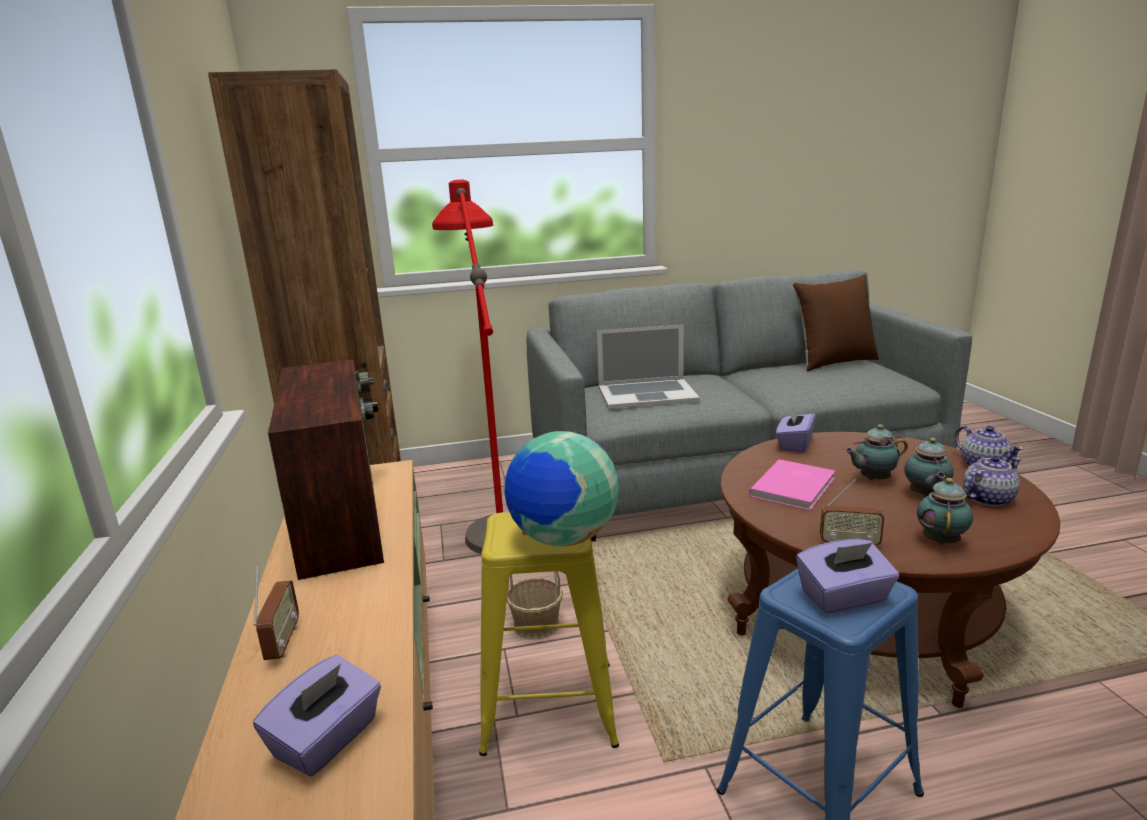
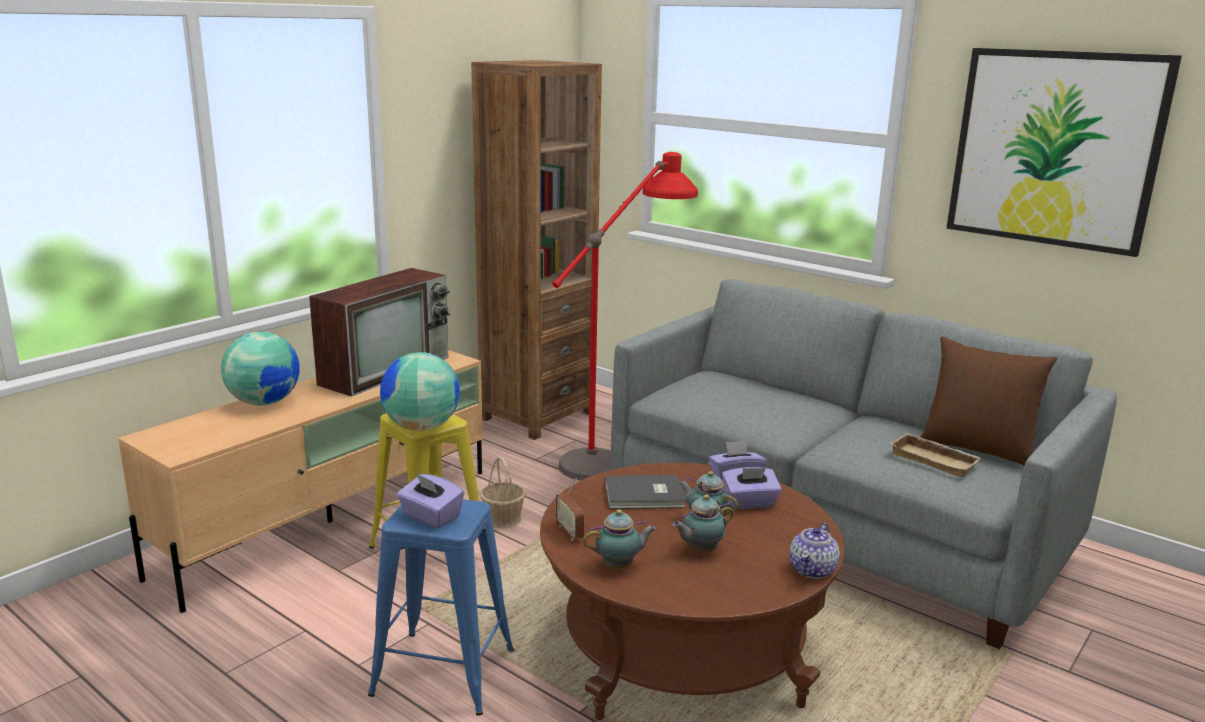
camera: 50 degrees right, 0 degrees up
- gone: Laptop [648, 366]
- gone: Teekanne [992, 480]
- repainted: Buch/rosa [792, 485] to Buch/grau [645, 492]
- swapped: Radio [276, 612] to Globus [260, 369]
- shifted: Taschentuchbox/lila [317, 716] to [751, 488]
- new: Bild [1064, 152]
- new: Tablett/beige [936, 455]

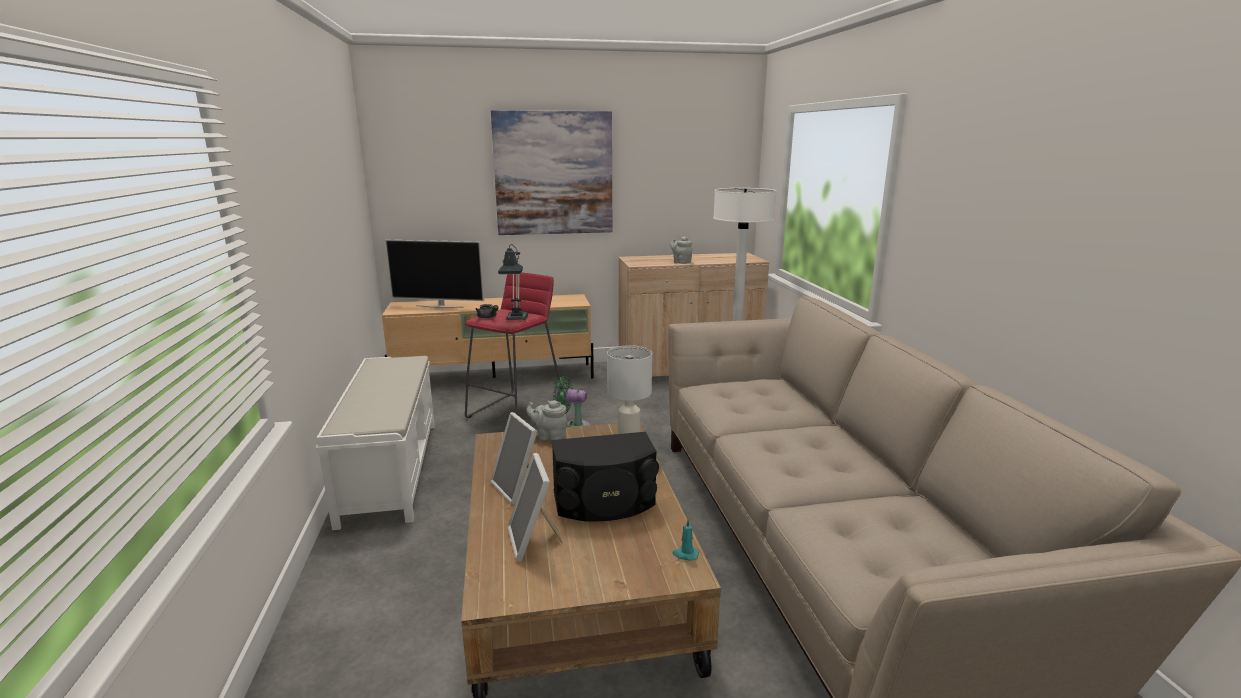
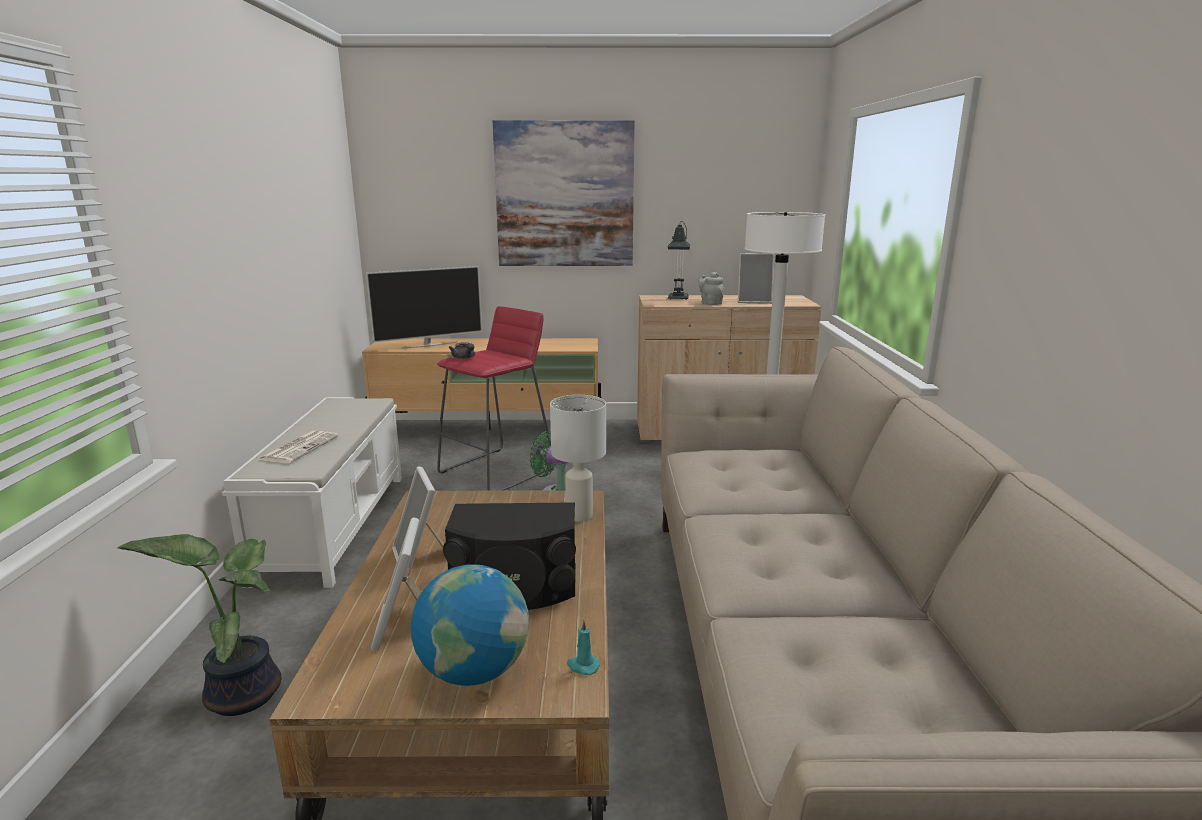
camera: 10 degrees right, 0 degrees up
- rotated: Fernseher [434, 274] = [424, 307] 45 degrees counterclockwise
- shifted: Tischlampe [513, 282] to [679, 260]
- gone: Teekanne/grau [547, 421]
- new: Bilderrahmen [756, 278]
- new: Zeitung [299, 447]
- new: Topfpflanze [199, 625]
- new: Globus [470, 625]

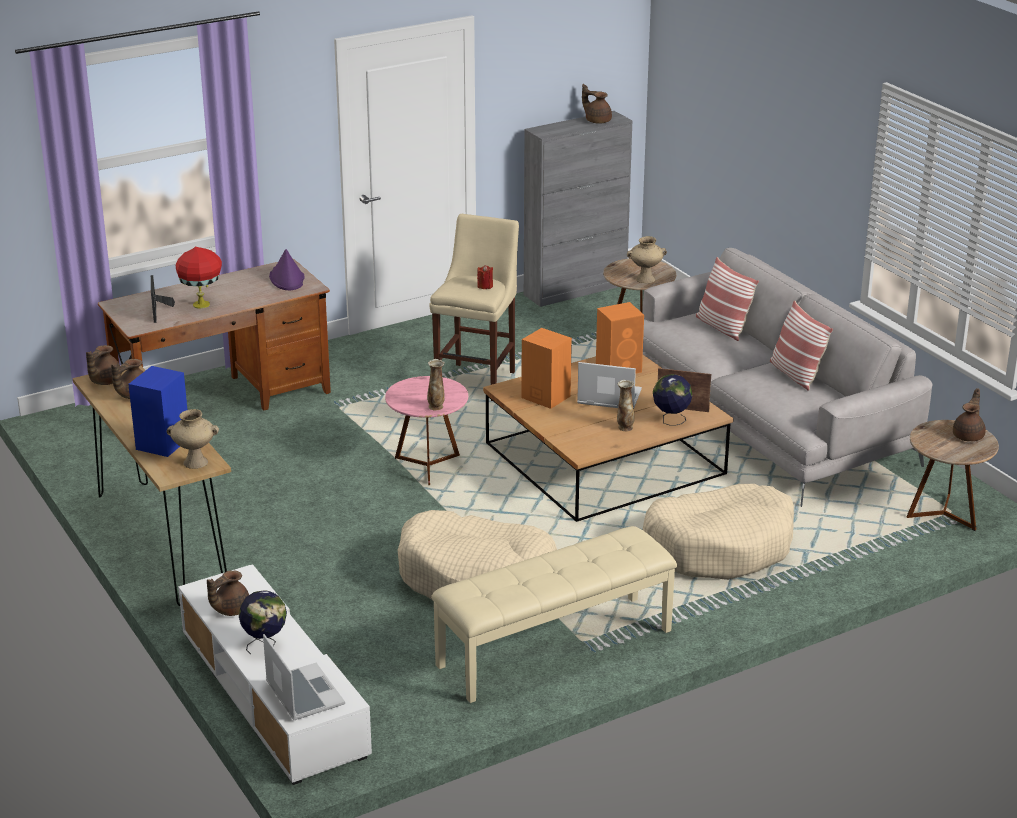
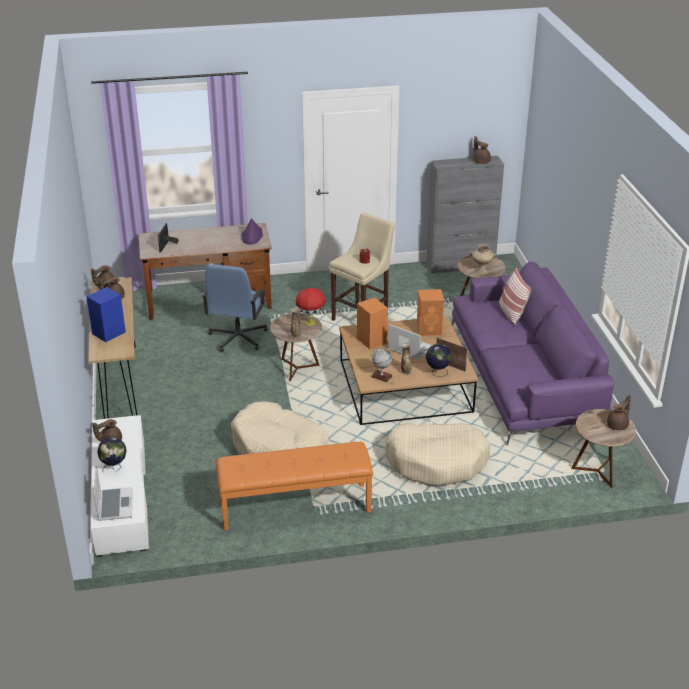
camera: 20 degrees right, 5 degrees up
- shifted: Tischlampe/rot [199, 278] to [311, 307]
- repainted: Sofa/grau [787, 377] to Sofa/lila [532, 354]
- gone: Kissen [801, 346]
- repainted: Beistelltisch/rosa [426, 430] to Beistelltisch/braun [296, 347]
- gone: Vase/beige [193, 439]
- repainted: Bank/beige [554, 614] to Bank/orange [294, 486]
- new: Bürostuhl/blau [235, 308]
- new: Globus [381, 365]

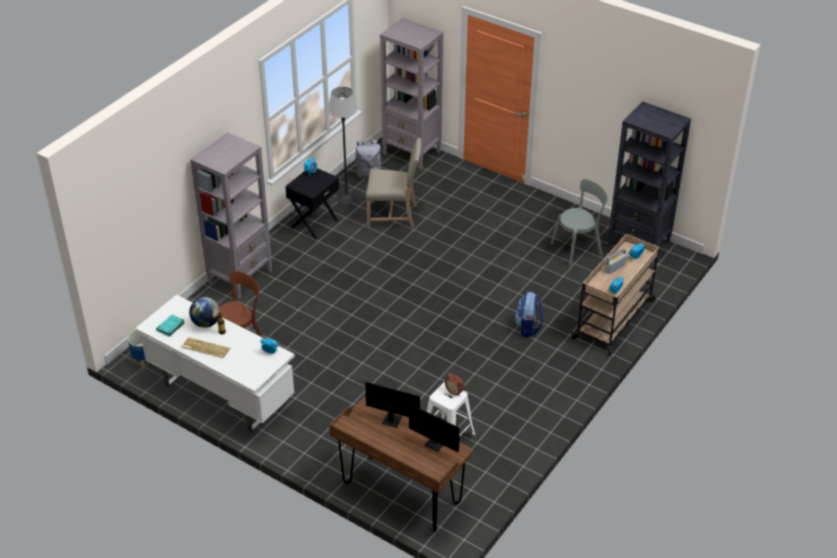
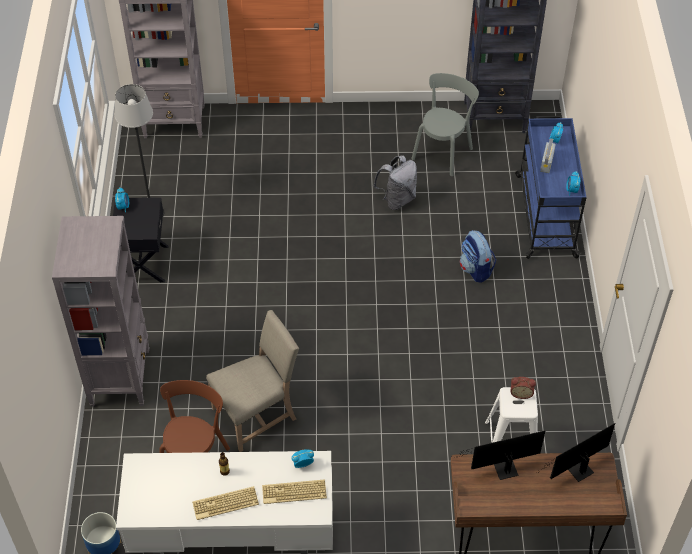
camera: 35 degrees left, 10 degrees up
- shifted: Stuhl/beige [394, 183] to [252, 381]
- shifted: Rucksack/grau [368, 159] to [395, 182]
- repainted: Rollwagen/beige [615, 294] to Rollwagen/blau [551, 187]
- gone: Globus [204, 312]
- gone: Buch/türkis [170, 325]
- rotated: Monitor [442, 428] = [579, 452] 150 degrees clockwise
- new: Tastatur [294, 491]

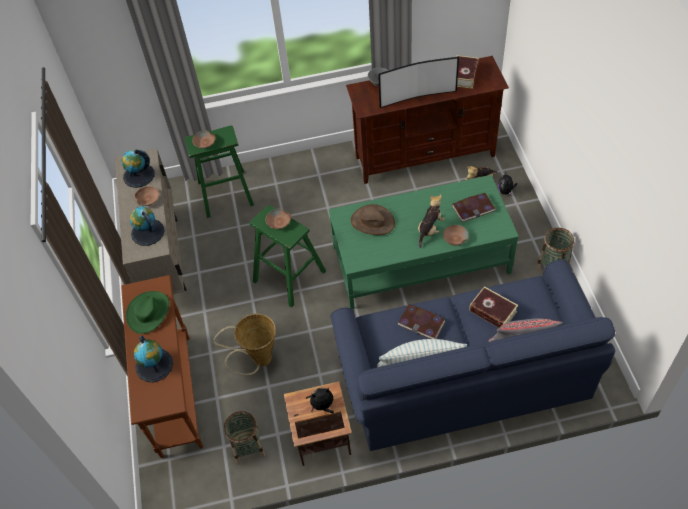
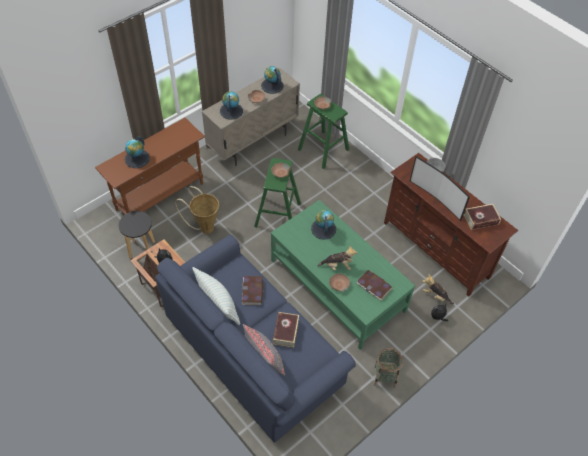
camera: 55 degrees right, 0 degrees up
- swapped: Hut/braun [373, 219] to Globus [323, 225]
- gone: Hut/grün [147, 312]
- swapped: Korb [244, 437] to Hocker/schwarz [137, 235]

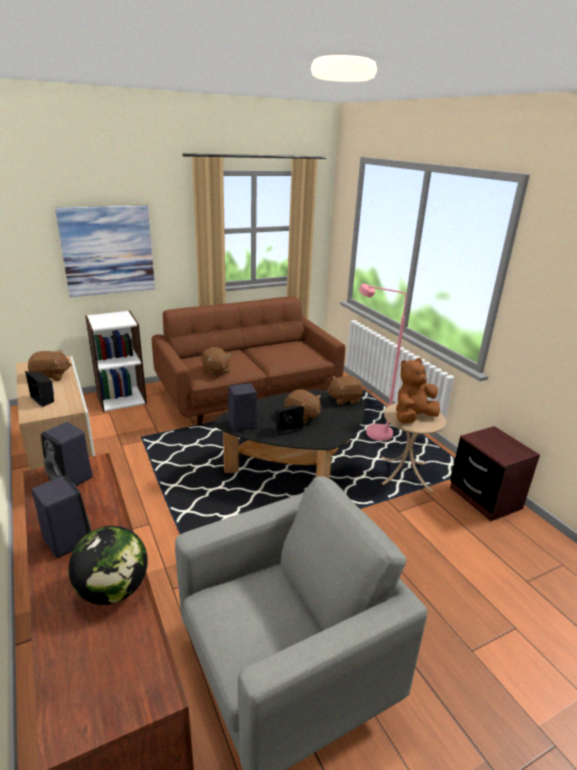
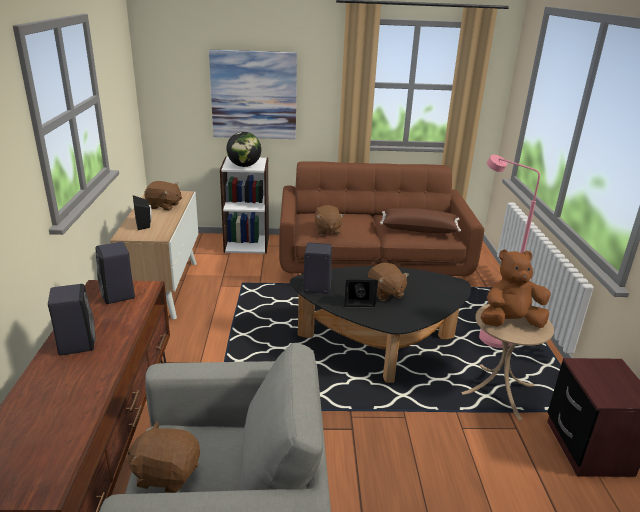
camera: 25 degrees right, 0 degrees up
- shifted: Plüschtier/braun [345, 390] to [163, 457]
- shifted: Globus [108, 565] to [243, 149]
- new: Kissen/braun [420, 220]

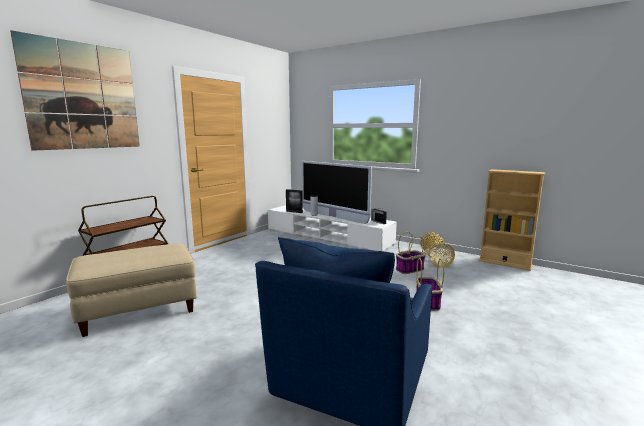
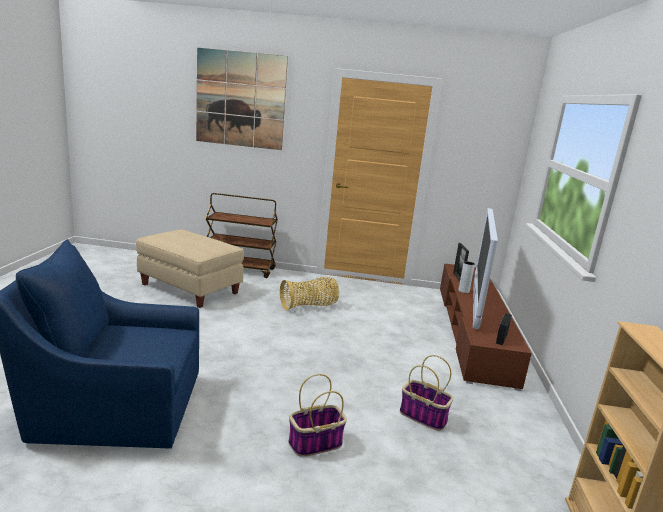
camera: 60 degrees right, 5 degrees up
- repainted: Fernsehschrank/weiß [332, 228] to Fernsehschrank/braun [486, 327]
- shifted: Korb [437, 250] to [309, 293]

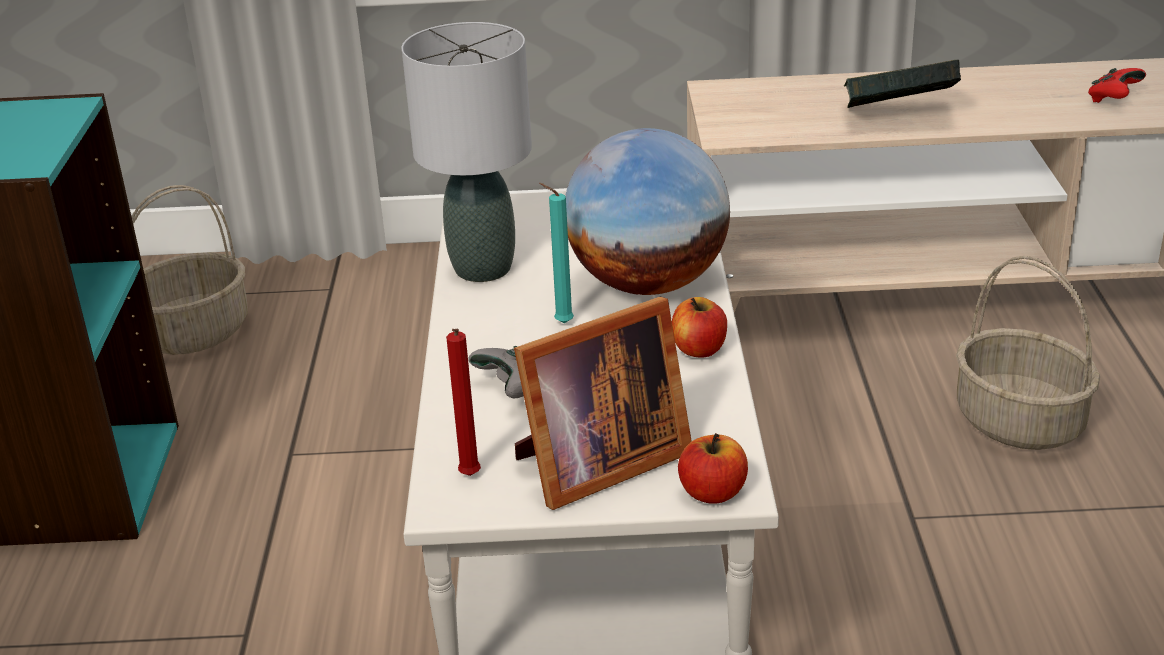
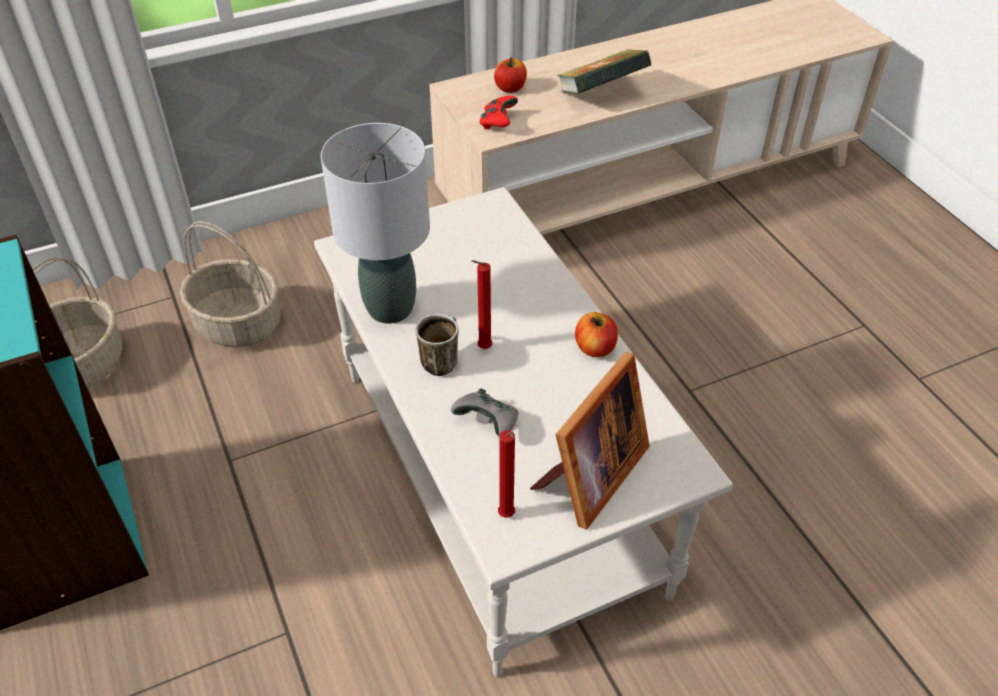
camera: 25 degrees left, 15 degrees up
- shifted: Gamepad/rot [1117, 85] to [498, 112]
- gone: Globus [647, 211]
- repainted: Kerze/türkis [556, 253] to Kerze/rot [481, 304]
- shifted: Korb [1028, 353] to [230, 284]
- shifted: Apfel [713, 468] to [510, 75]
- new: Henkelbecher [437, 345]

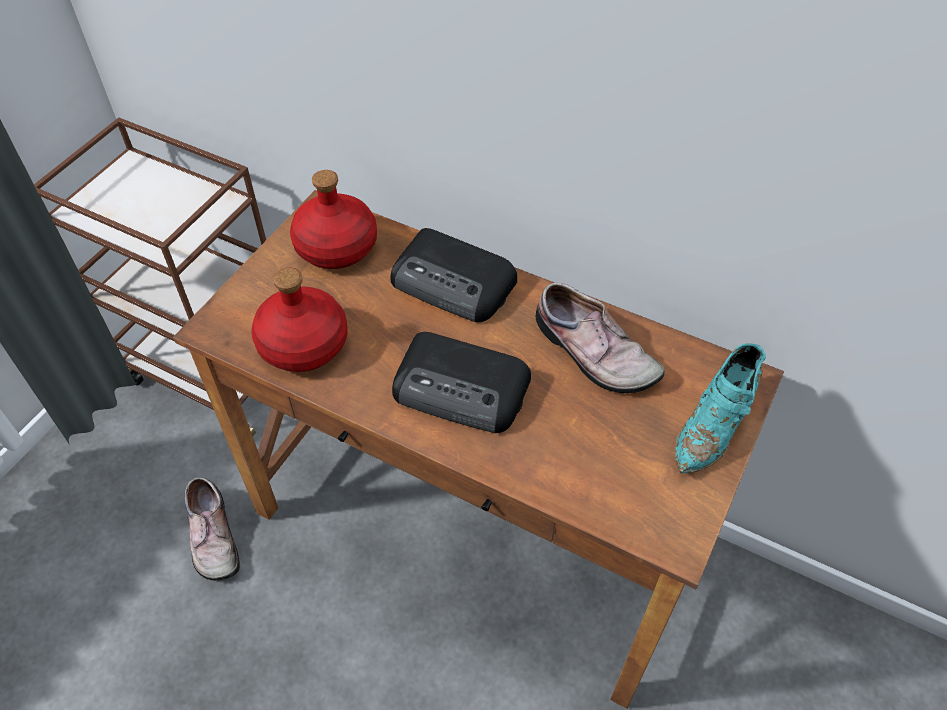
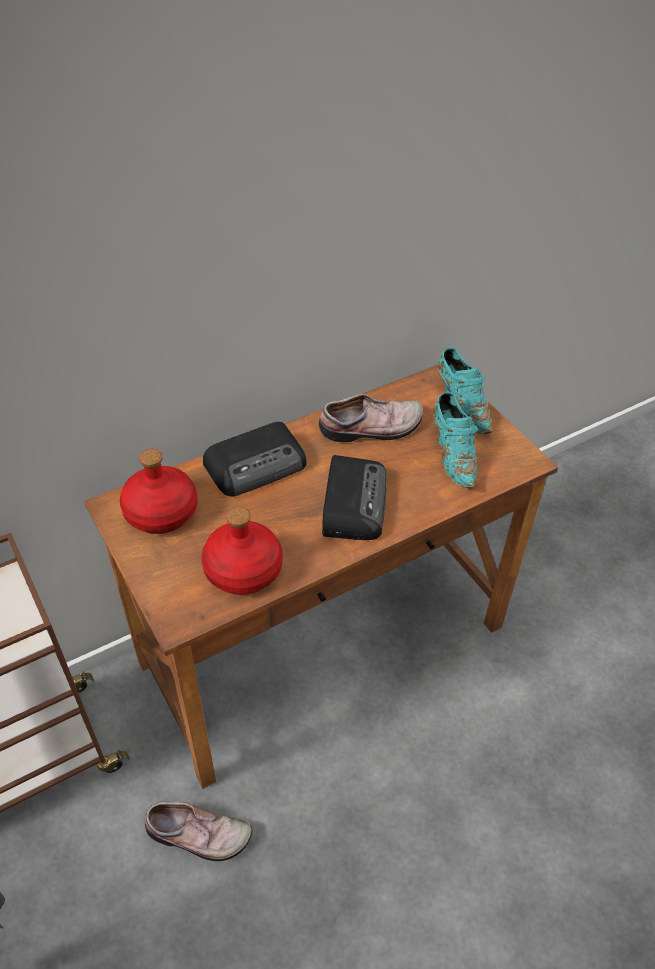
camera: 60 degrees left, 5 degrees down
- rotated: Radio [461, 382] = [354, 497] 45 degrees counterclockwise
- new: Schuh/türkis [456, 439]

